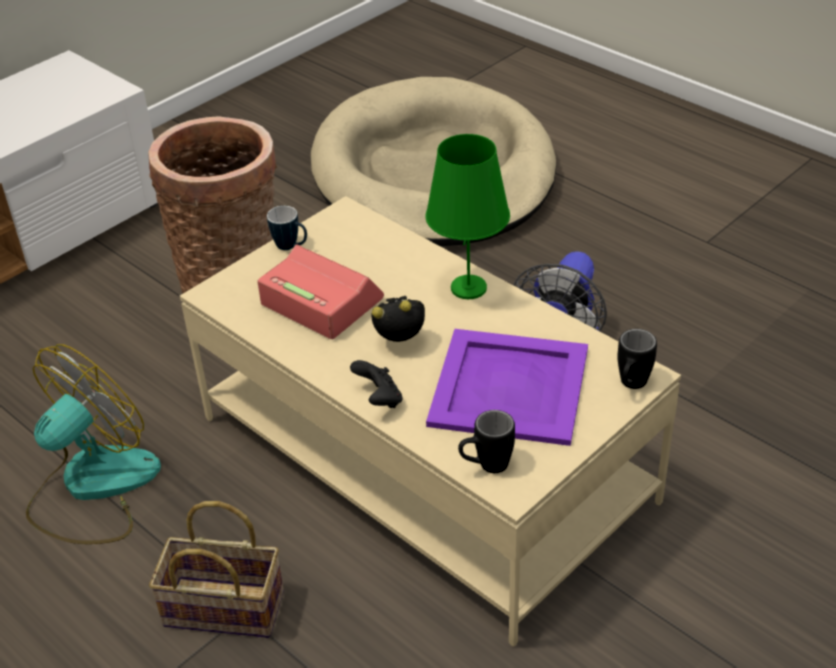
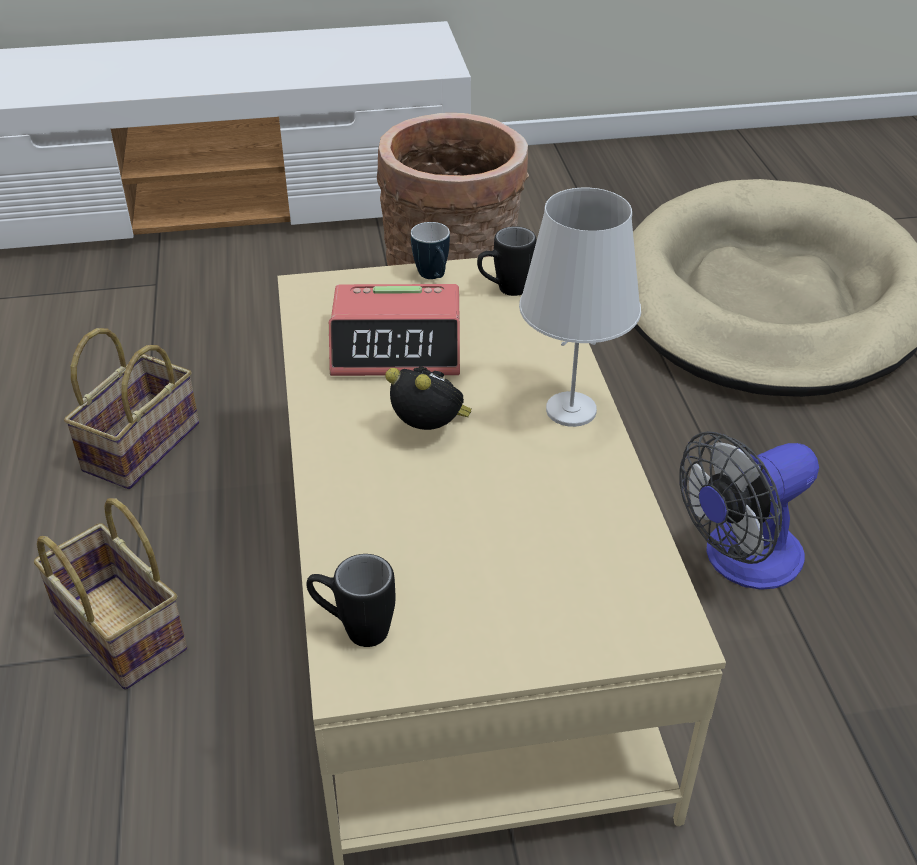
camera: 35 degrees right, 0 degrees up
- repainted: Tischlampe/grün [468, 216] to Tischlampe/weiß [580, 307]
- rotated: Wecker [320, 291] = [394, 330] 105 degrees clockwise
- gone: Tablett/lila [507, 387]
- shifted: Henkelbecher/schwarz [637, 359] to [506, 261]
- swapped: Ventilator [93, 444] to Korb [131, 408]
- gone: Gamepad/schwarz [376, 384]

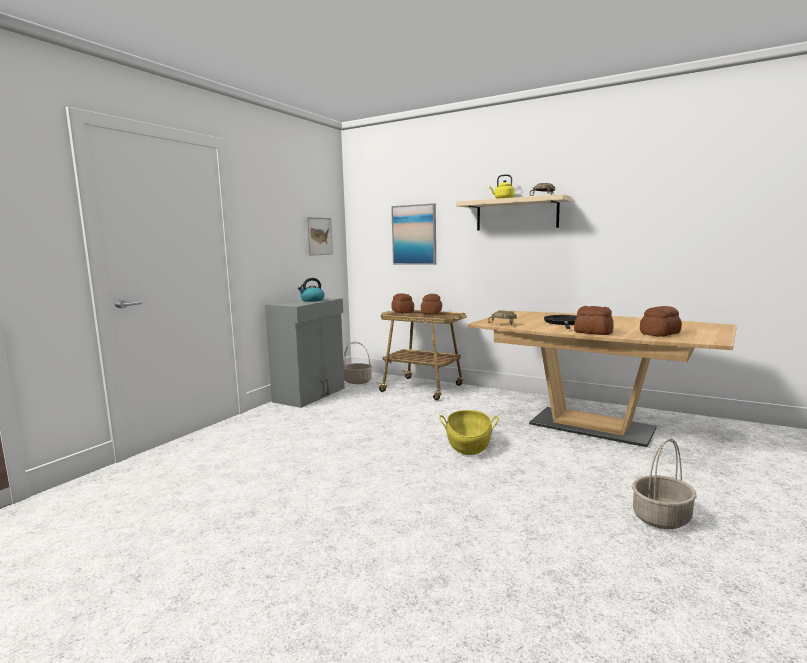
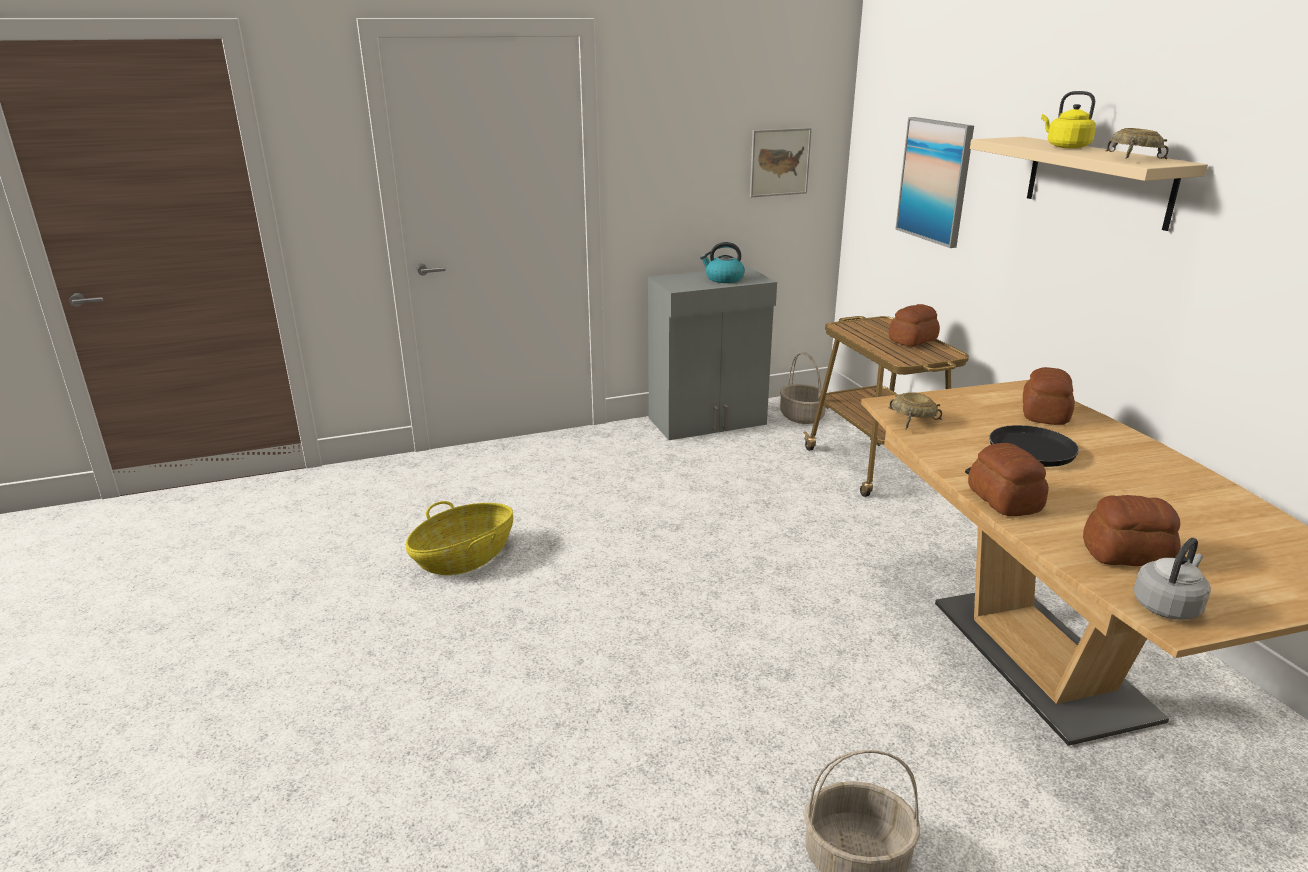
camera: 40 degrees right, 15 degrees up
- shifted: Brot [402, 303] to [1049, 396]
- shifted: Korb [469, 432] to [459, 538]
- new: Wasserkessel/grau [1172, 579]

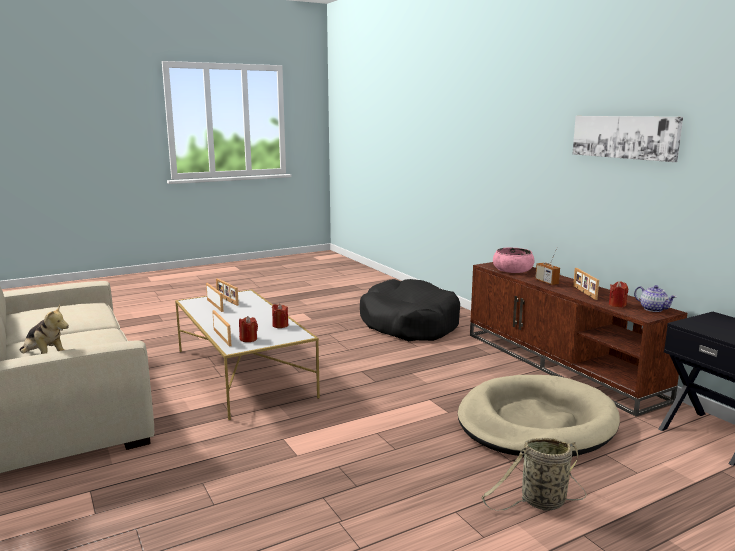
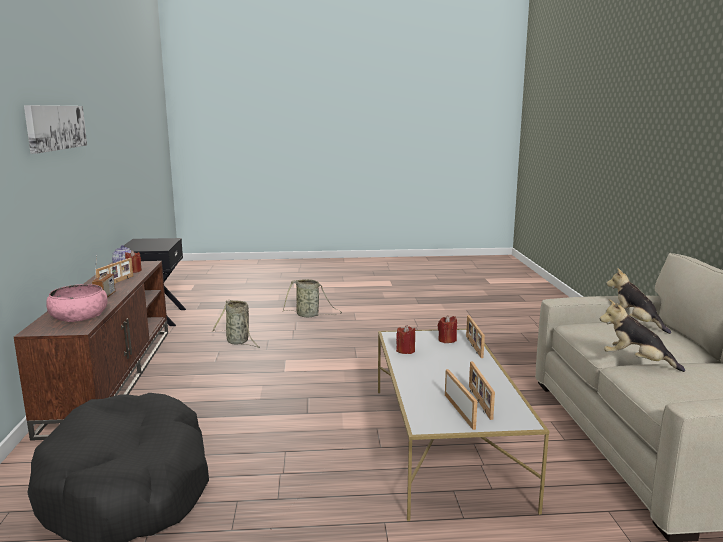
camera: 155 degrees left, 0 degrees up
- swapped: Hundebett/beige [539, 416] to Korb [236, 324]
- new: Plüschtier [642, 335]

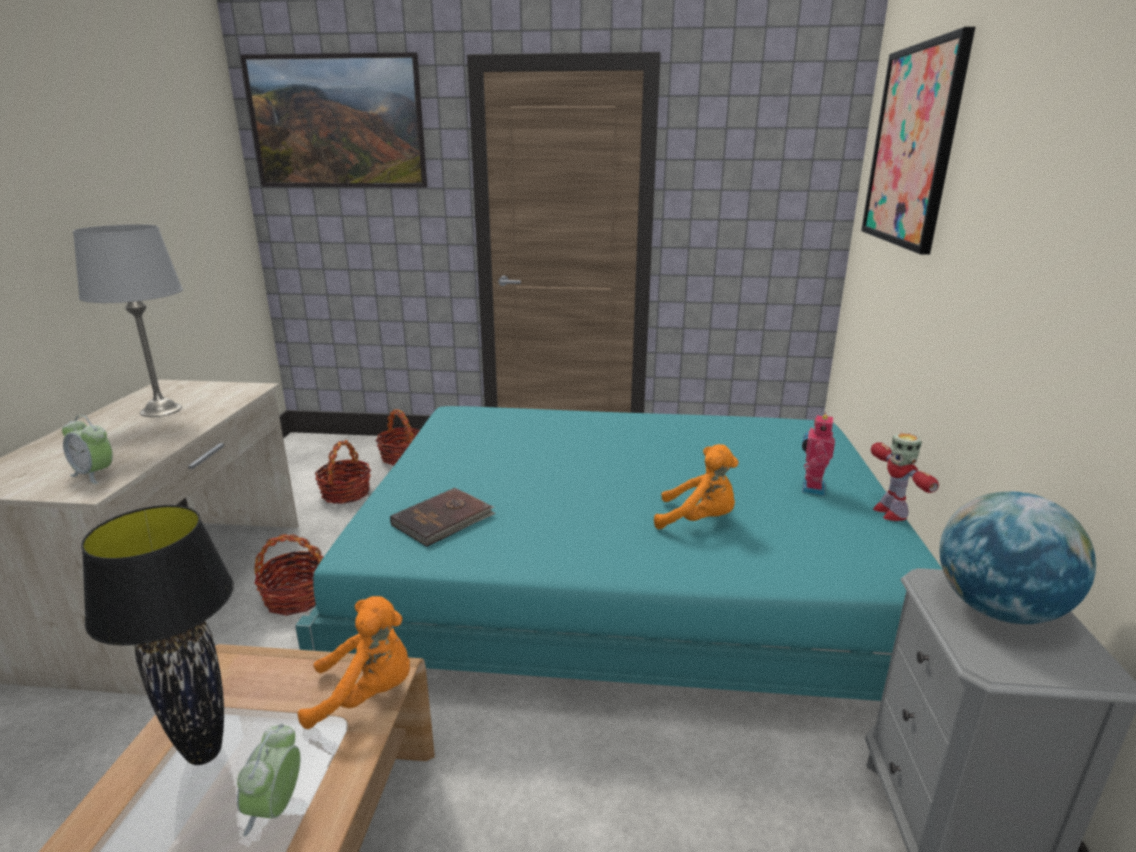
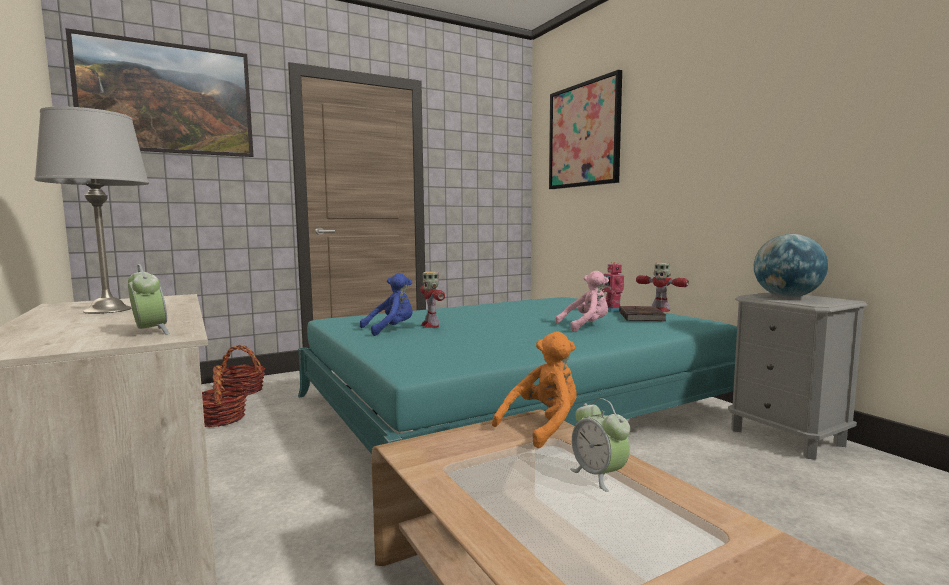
camera: 35 degrees left, 15 degrees down
- rotated: Wecker [87, 449] = [149, 299] 120 degrees counterclockwise
- repainted: Plüschtier/orange [696, 486] to Plüschtier/rosa [582, 301]
- shifted: Buch/braun [443, 517] to [643, 313]
- gone: Tischlampe/schwarz [157, 635]
- gone: Korb [288, 575]
- new: Spielzeugroboter [432, 299]
- new: Plüschtier/blau [386, 304]

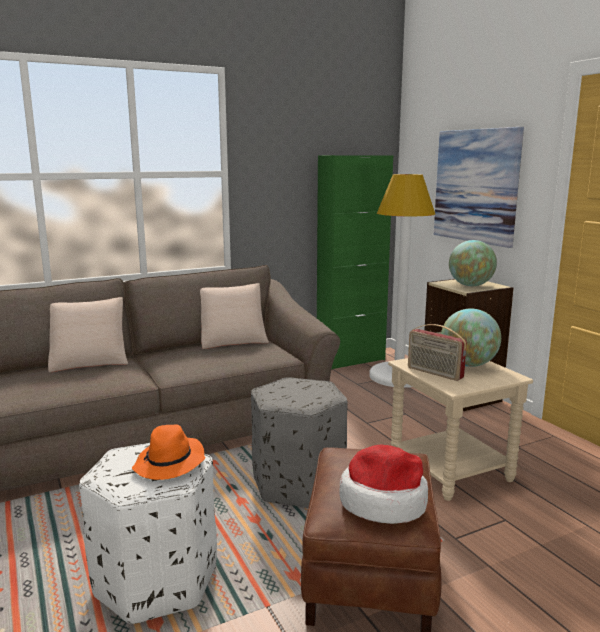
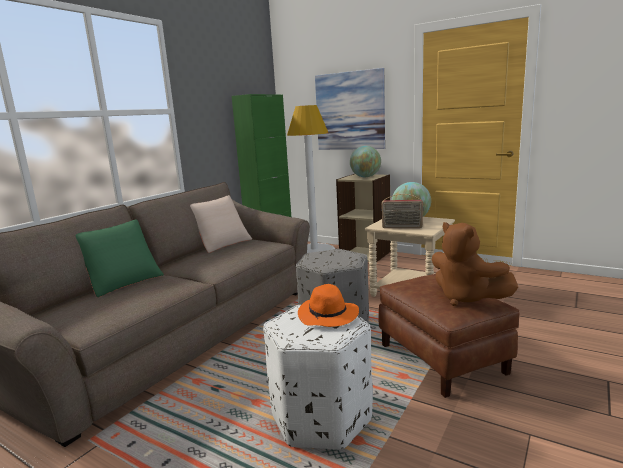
camera: 30 degrees left, 0 degrees up
- repainted: Kissen/beige [88, 334] to Kissen/grün [120, 258]
- swapped: Hut [383, 484] to Plüschtier/braun [475, 264]

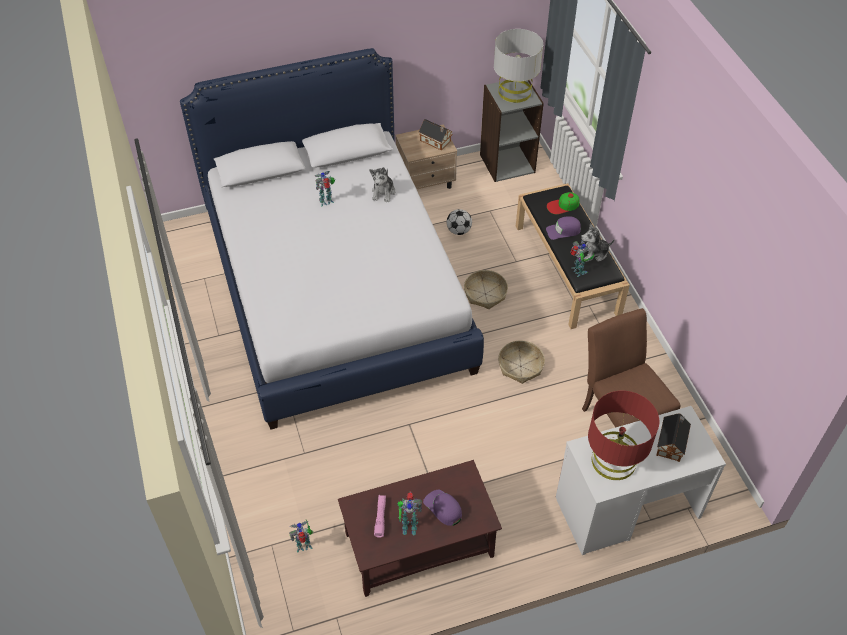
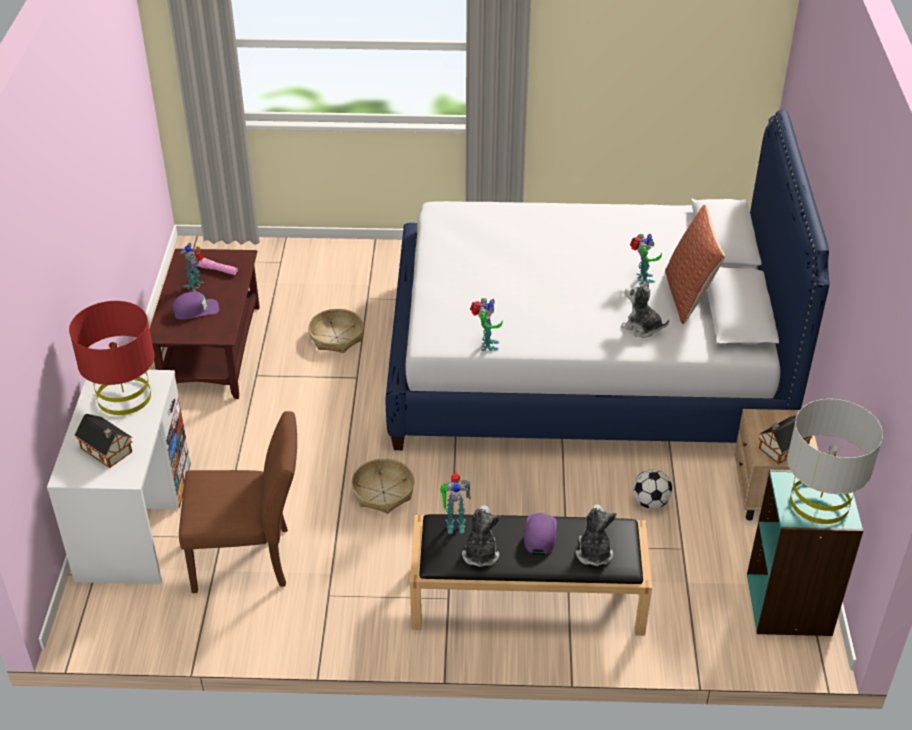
camera: 110 degrees right, 10 degrees down
- repainted: Bücherregal/grau [512, 131] to Bücherregal/türkis [805, 553]
- swapped: Kappe [563, 203] to Plüschtier [596, 535]
- shifted: Korb [486, 289] to [336, 331]
- shifted: Spielzeugroboter [301, 536] to [486, 324]
- new: Kissen [695, 264]

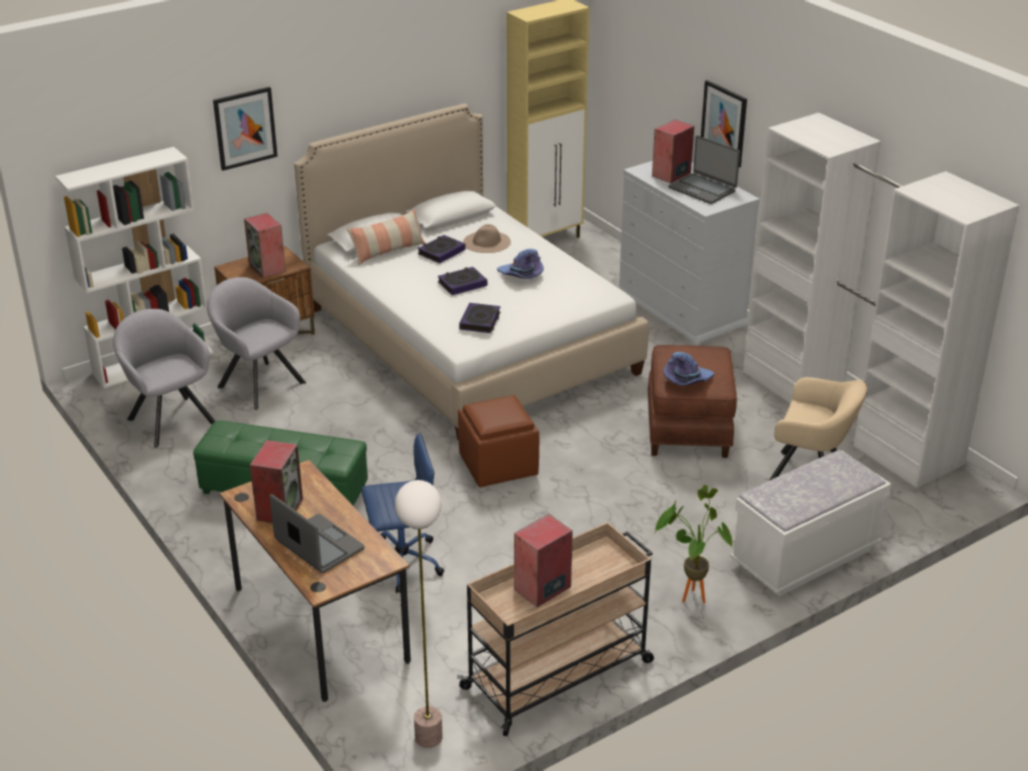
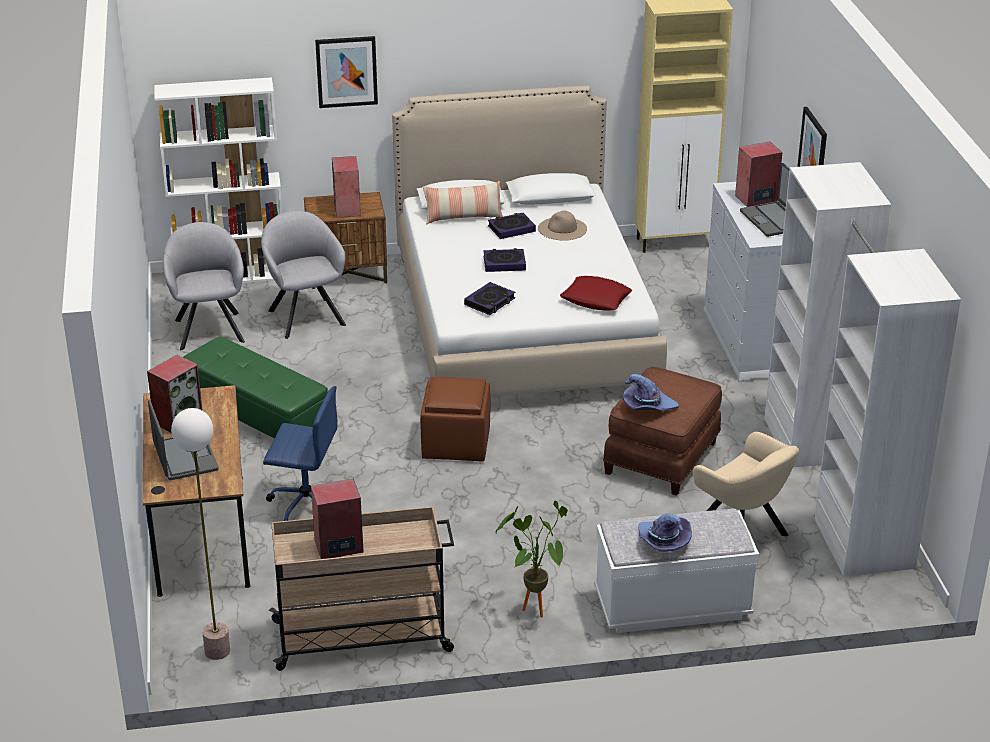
camera: 25 degrees right, 0 degrees up
- shifted: Hut/lila [520, 264] to [665, 533]
- new: Kissen/rot [596, 293]

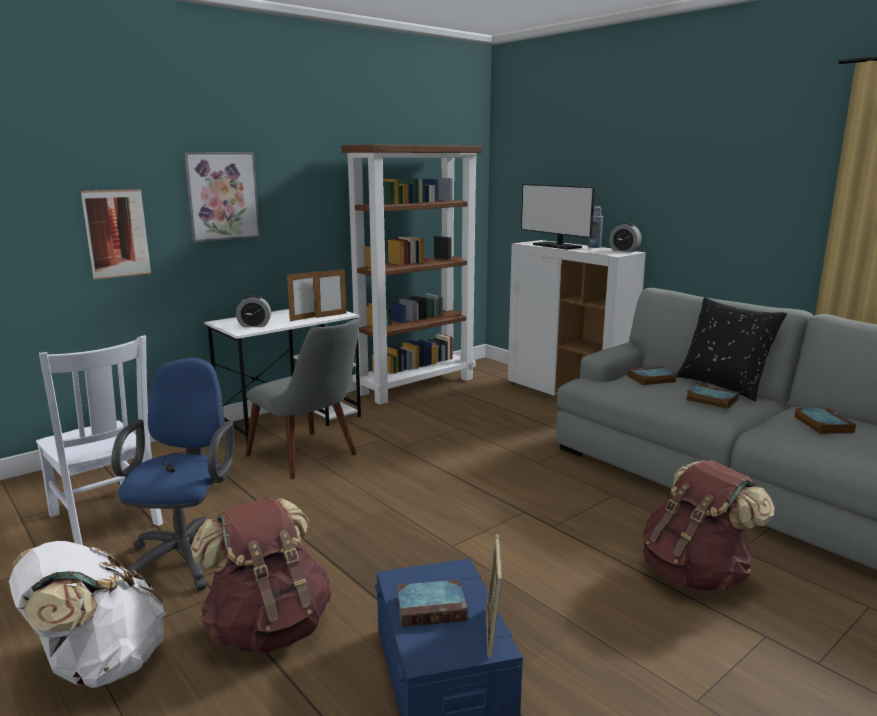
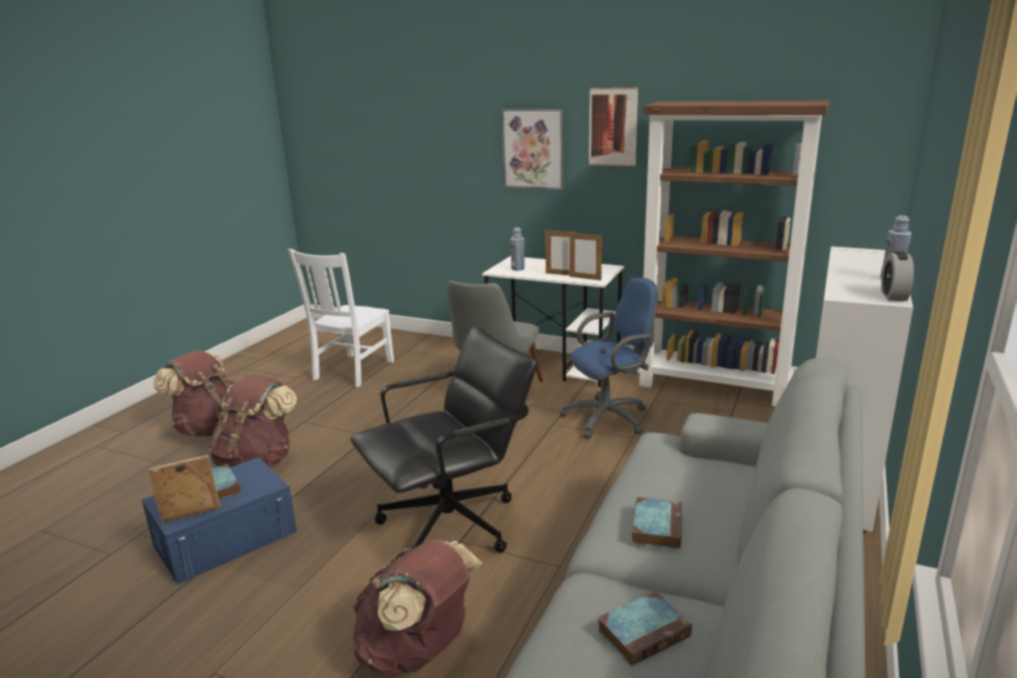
camera: 65 degrees right, 5 degrees up
- gone: Monitor [558, 217]
- shifted: Bild [116, 234] to [613, 127]
- swapped: Wecker [253, 311] to Flasche/blau [518, 249]
- gone: Kissen/schwarz [731, 349]
- shifted: Bürostuhl/blau [172, 474] to [608, 358]
- gone: Buch [652, 375]
- repainted: Rucksack/weiß [87, 614] to Rucksack/braun [194, 393]
- new: Bürostuhl/schwarz [444, 439]

